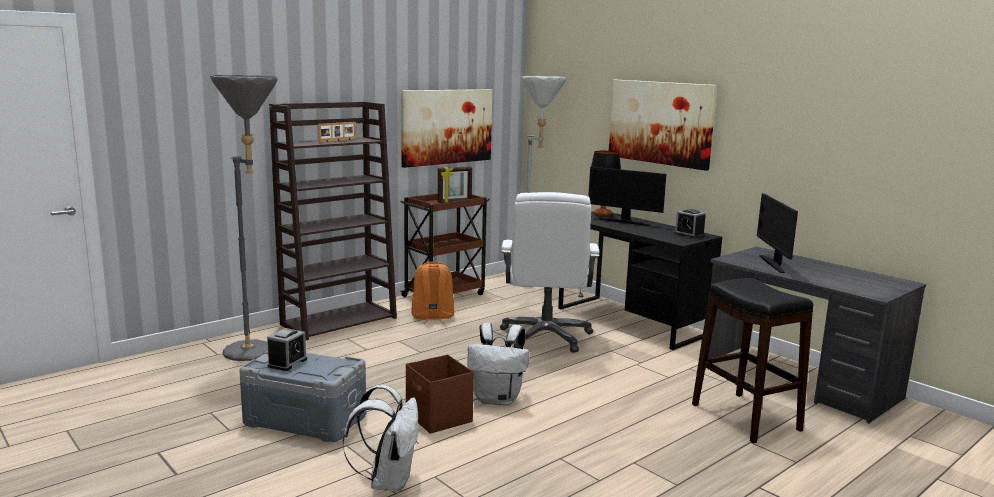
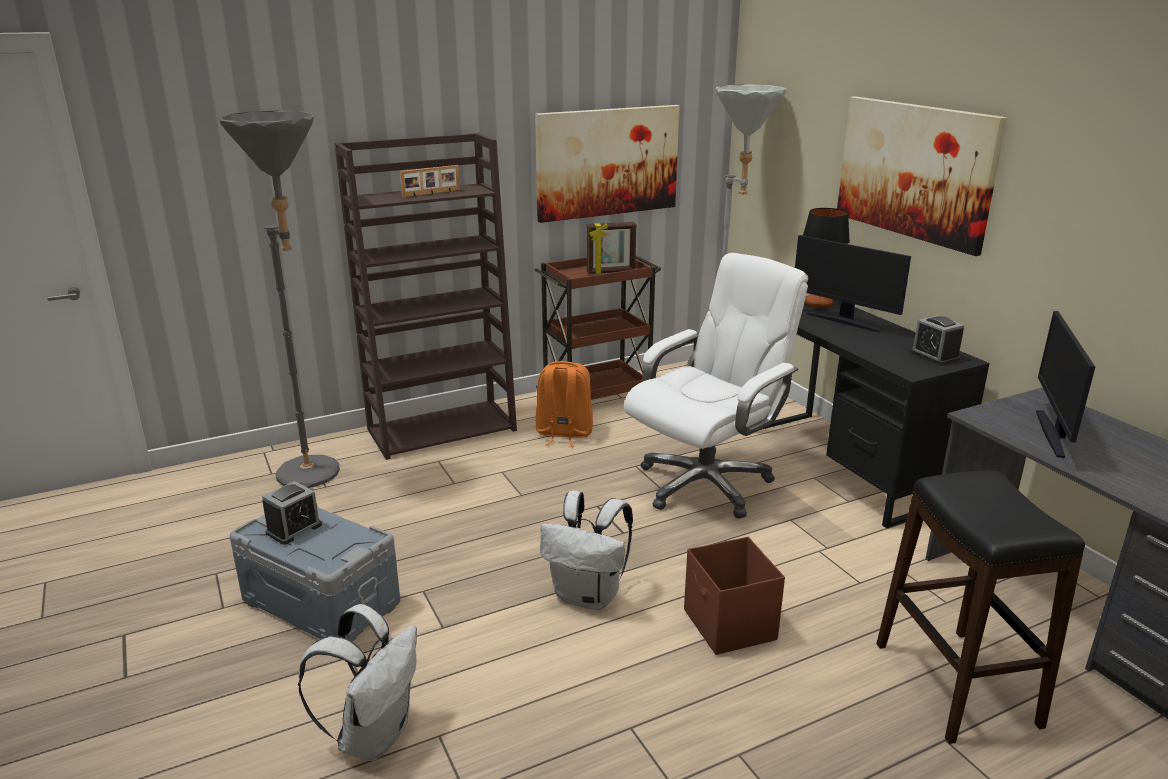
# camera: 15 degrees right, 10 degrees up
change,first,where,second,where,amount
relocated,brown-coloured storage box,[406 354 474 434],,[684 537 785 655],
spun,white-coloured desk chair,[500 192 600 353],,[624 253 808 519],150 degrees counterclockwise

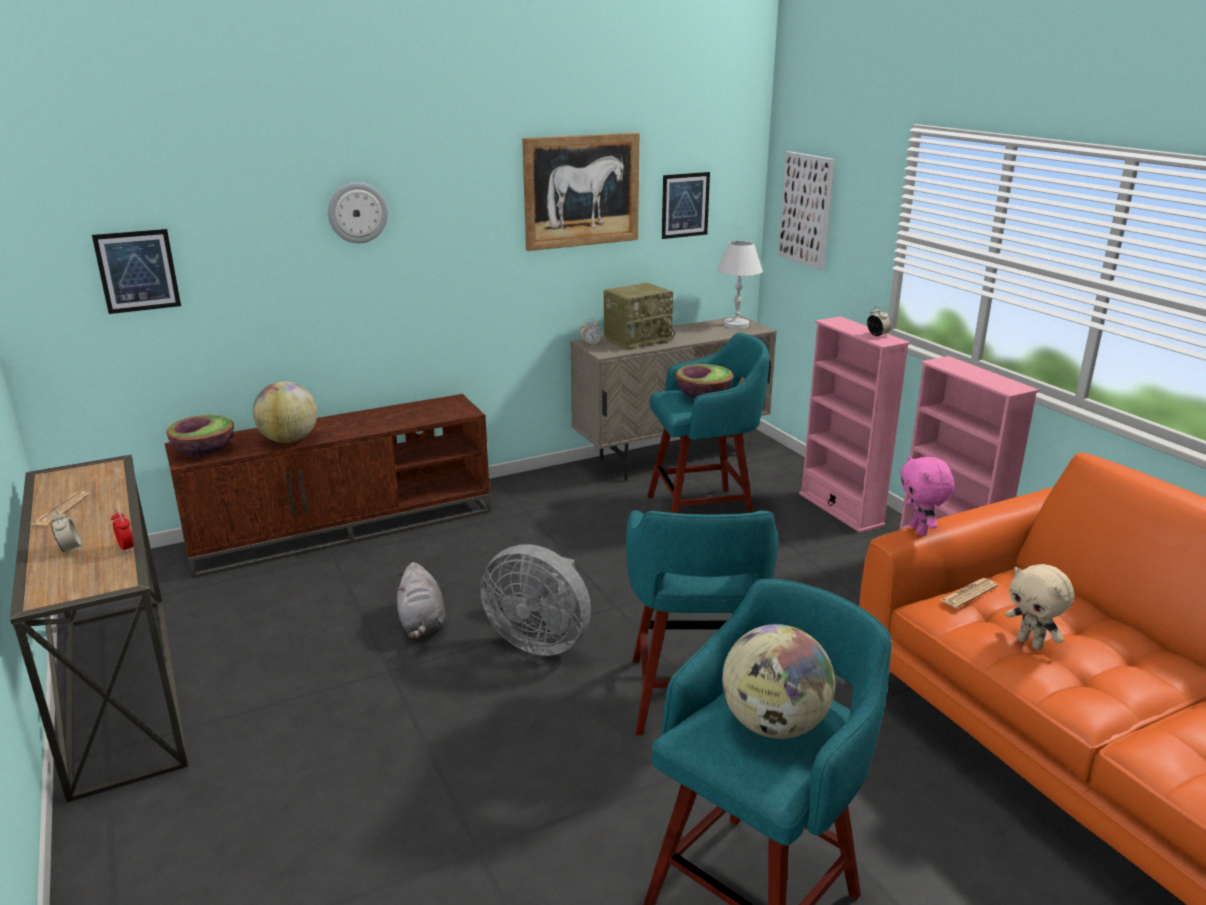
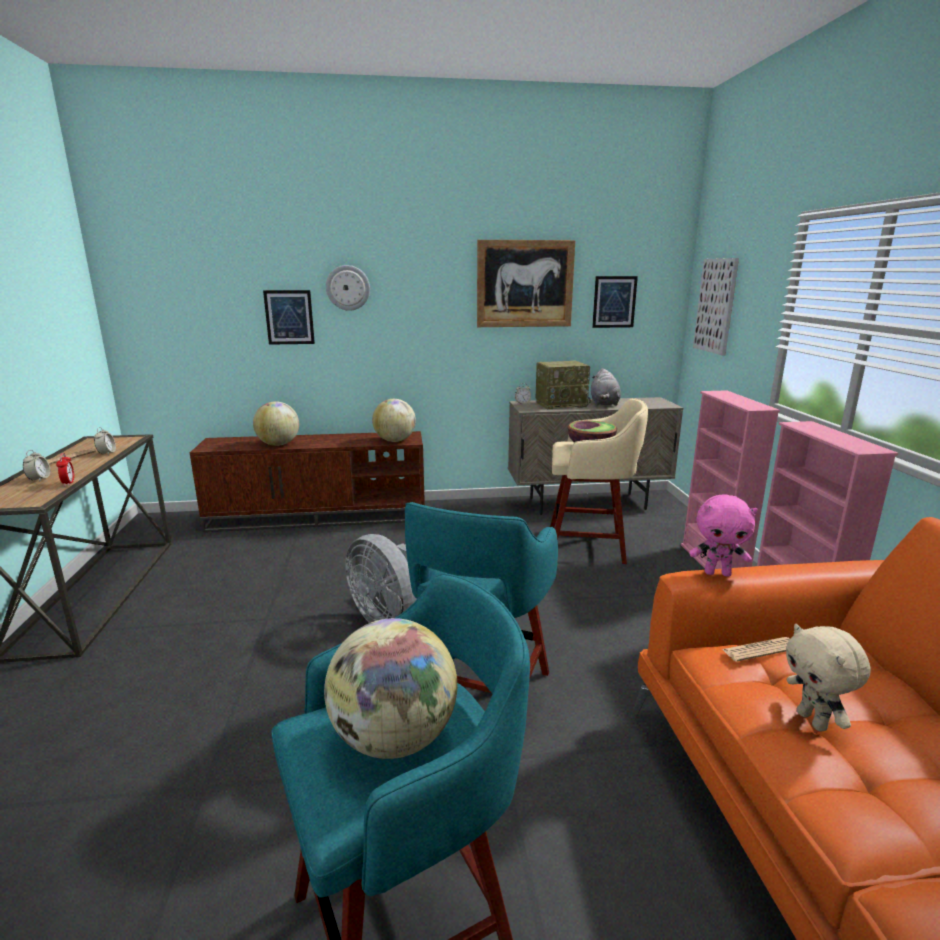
# camera: 20 degrees right, 5 degrees down
change,first,where,second,where,amount
missing,deep dish,[166 415 234 456],,,
missing,white-coloured table lamp,[717 241 763 329],,,
appeared,,,world globe,[372 399 416 442],
relocated,wall picture,[92 229 181 314],,[263 290 315 345],
relocated,grey plush toy,[396 562 446 640],,[591 368 621 406],
relocated,bedside clock,[867 306 892 336],,[94 427 116 455],
colour,blue-green stool seat,[647 333 769 513],sand-coloured stool seat,[550 398 648 564],
spun,pinkish plush toy,[900 455 955 535],,[689 495 758 577],90 degrees counterclockwise

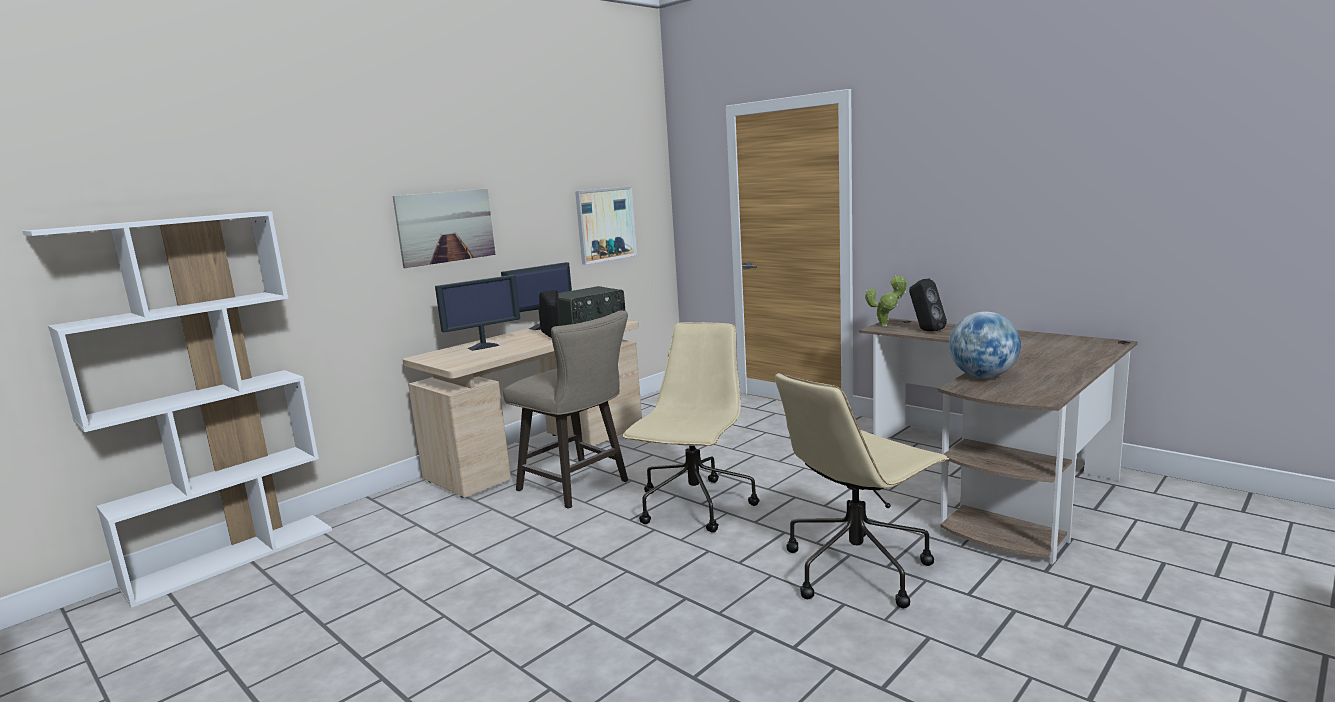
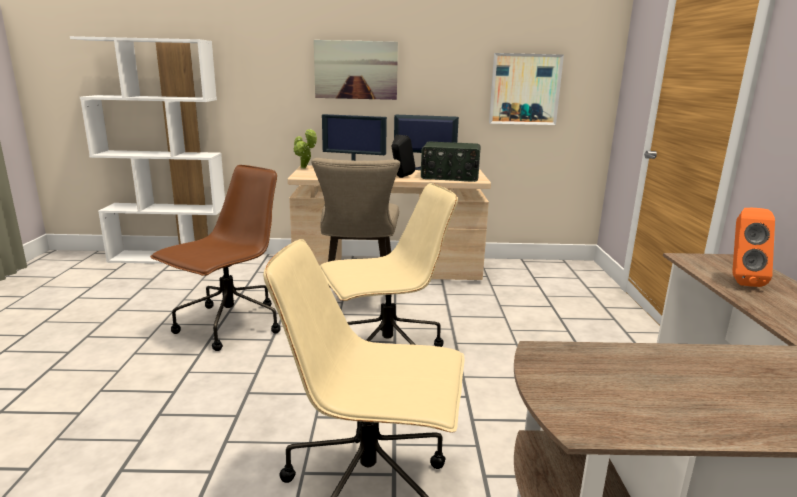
# camera: 45 degrees right, 5 degrees up
change,first,where,second,where,amount
missing,world globe,[949 312 1021 378],,,
appeared,,,brown-coloured desk chair,[150 165 280 351],
relocated,houseplant,[865 275 907 326],,[293 128 317 169],
colour,blackish speaker,[909 279 947 331],orangey speaker,[732 208 775 287],

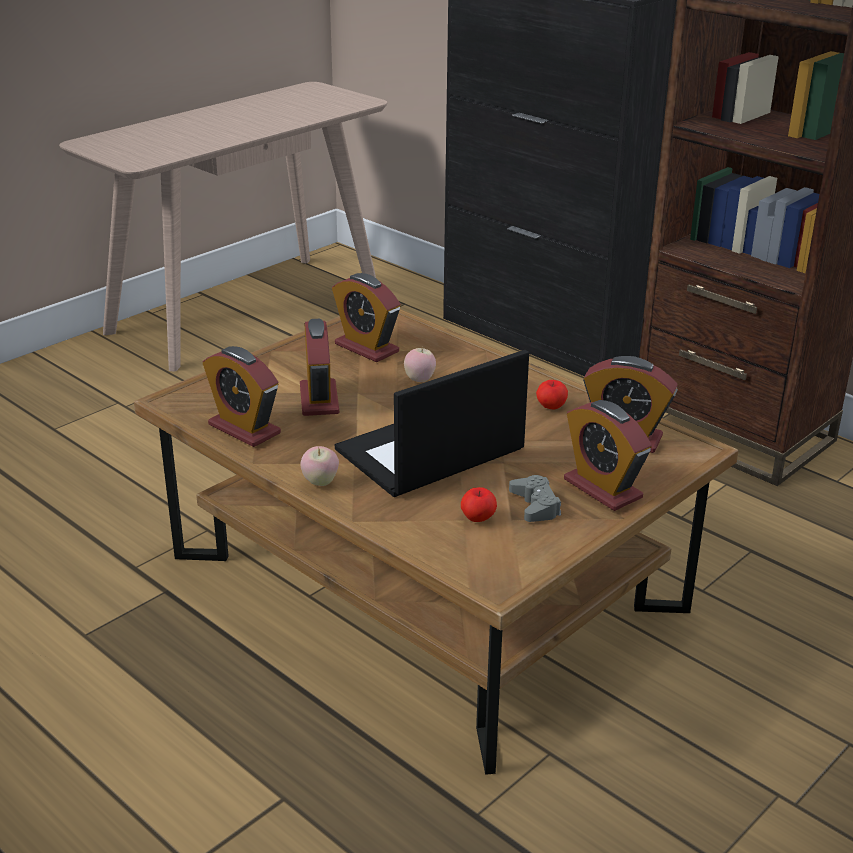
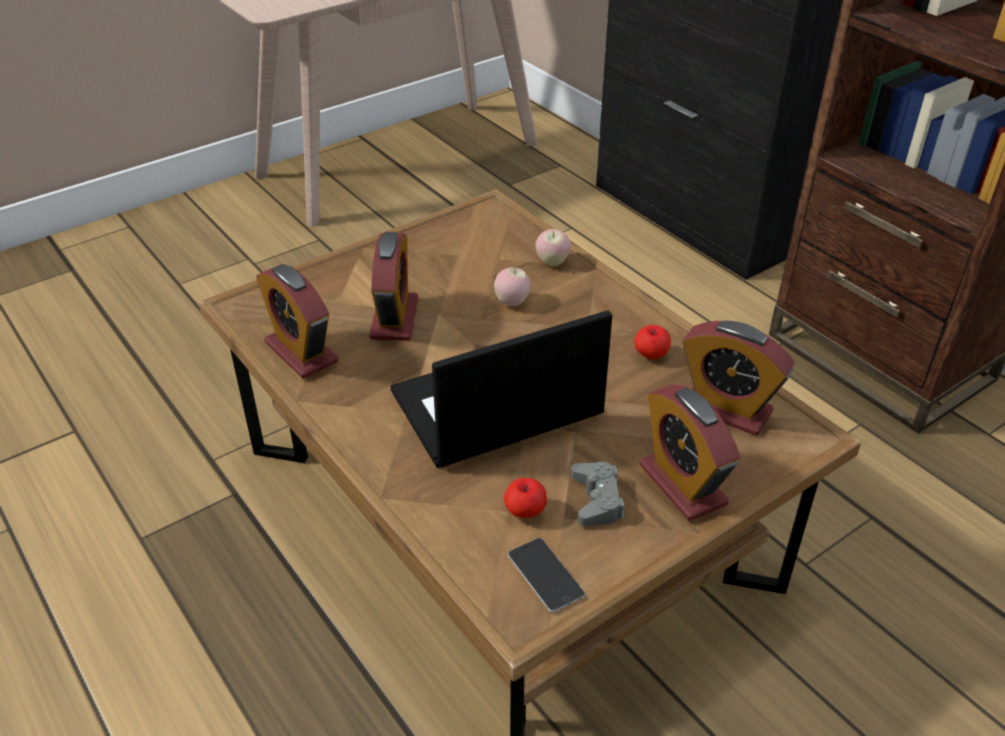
# camera: 10 degrees right, 10 degrees up
change,first,where,second,where,amount
missing,bedside clock,[332 273 401 362],,,
appeared,,,phone,[508 538 585 612],
relocated,whole apple,[301 446 339 486],,[536 229 571 266],

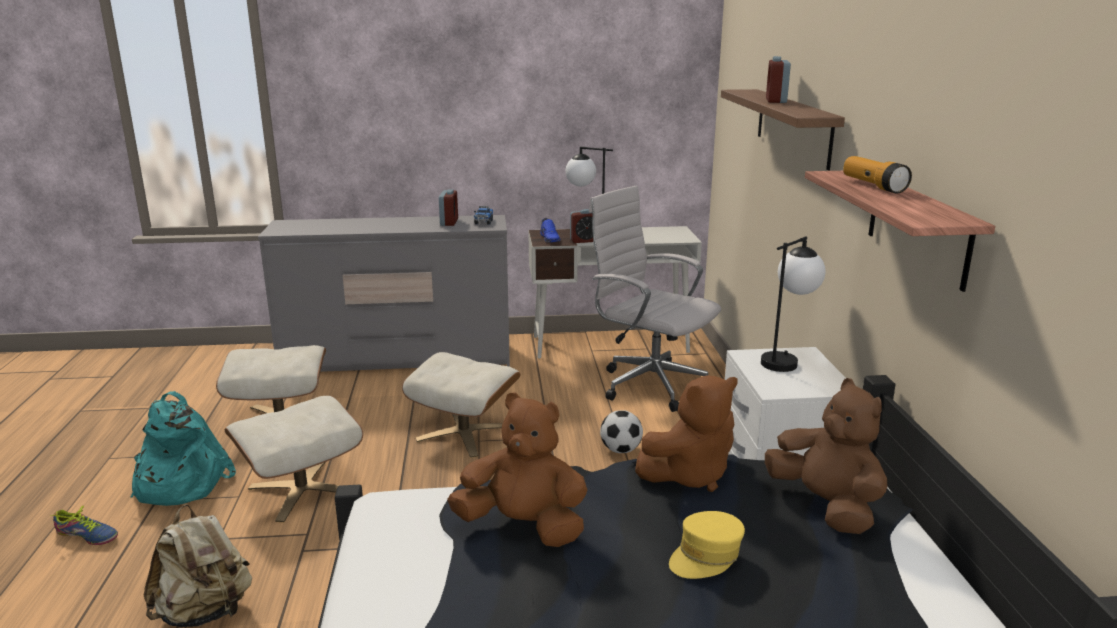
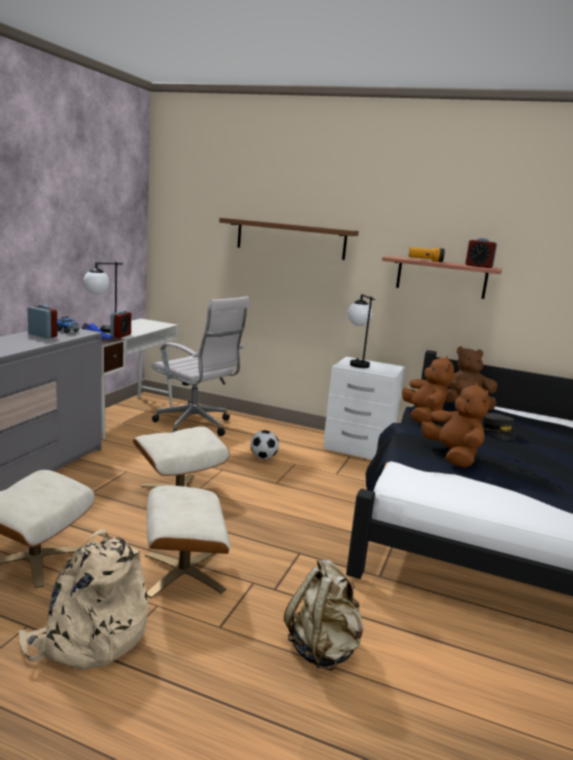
# camera: 65 degrees left, 5 degrees down
change,first,where,second,where,amount
missing,item of footwear,[51 506 118 545],,,
relocated,bedside clock,[766 56 791 103],,[465 238 497 268],
colour,blue-green backpack,[131 391 236 506],sand-coloured backpack,[18 529 148 670],
colour,yellow cap,[669 511 745 579],grey cap,[483 413 516 440],
spun,brown-coloured plush toy,[447 392 588 547],,[422 382 489 468],120 degrees clockwise
spun,white-coloured desk chair,[589 186 721 412],,[151 296 249 436],120 degrees counterclockwise

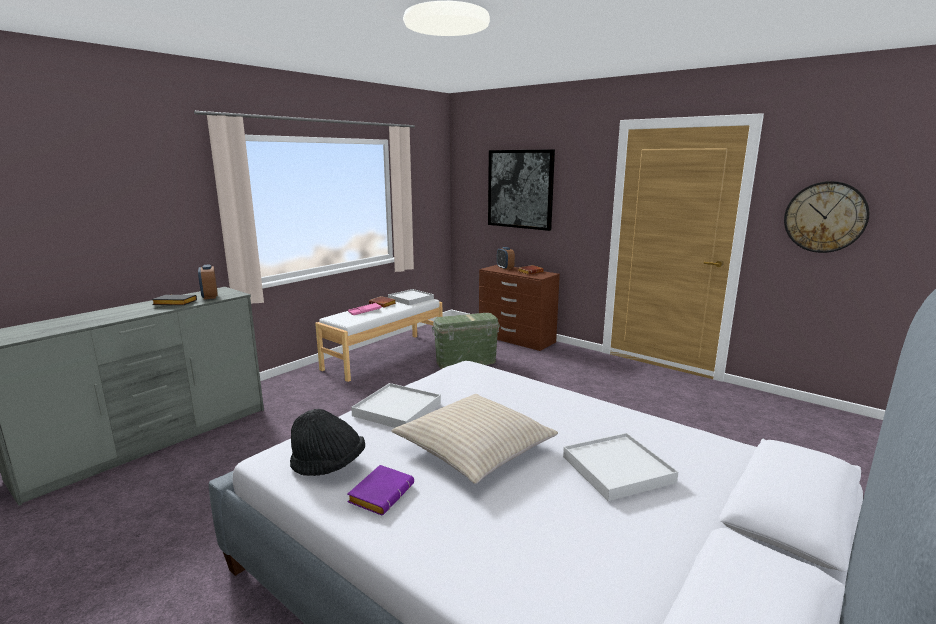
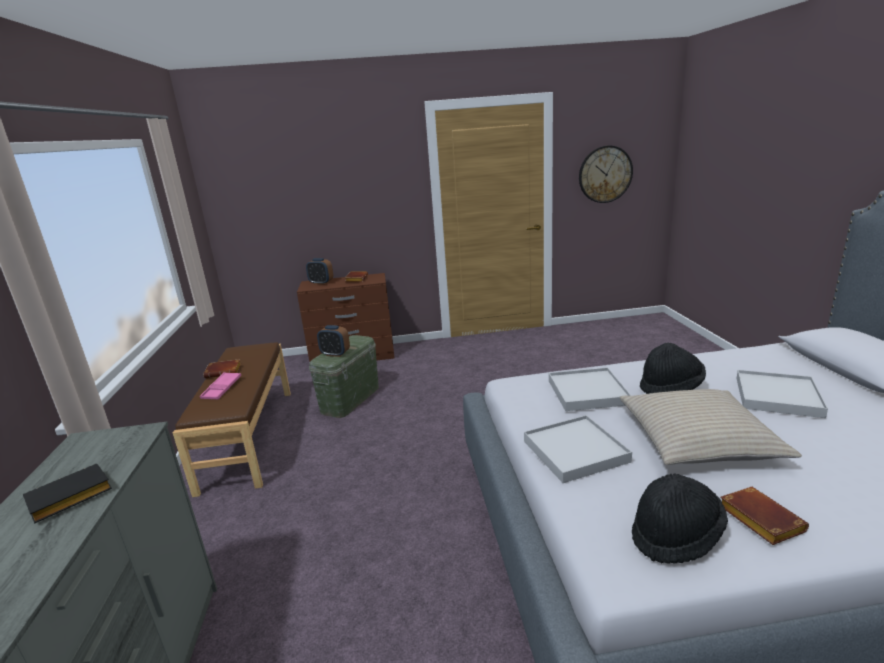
# camera: 45 degrees left, 5 degrees up
change,first,where,second,where,amount
missing,wall picture,[488 149 555 231],,,
appeared,,,blackish wearable hat,[640 342 706 394],
relocated,bedside clock,[198 264 217 299],,[317 325 350 357],
relocated,white-coloured carrying tray,[388 289 434 305],,[549 368 631 411],
colour,white-coloured indoor bench,[315 299 443 382],brown-coloured indoor bench,[173 342 291 497],
colour,purple-coloured book,[347 465 414 516],brown-coloured book,[720 487 809 545],

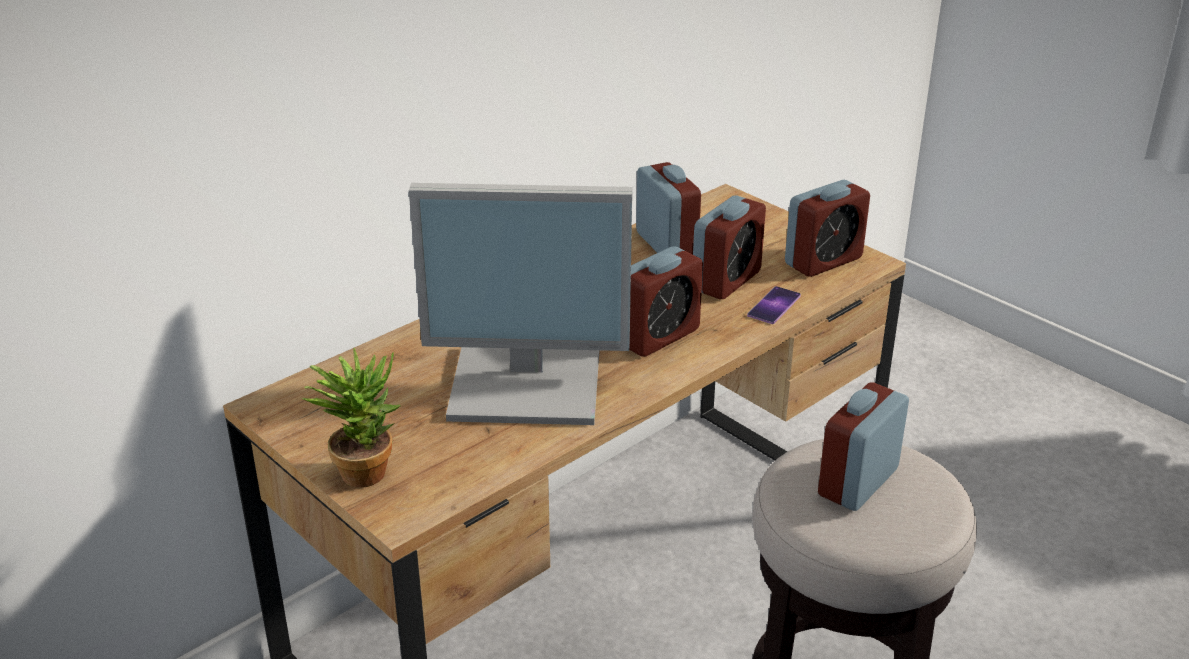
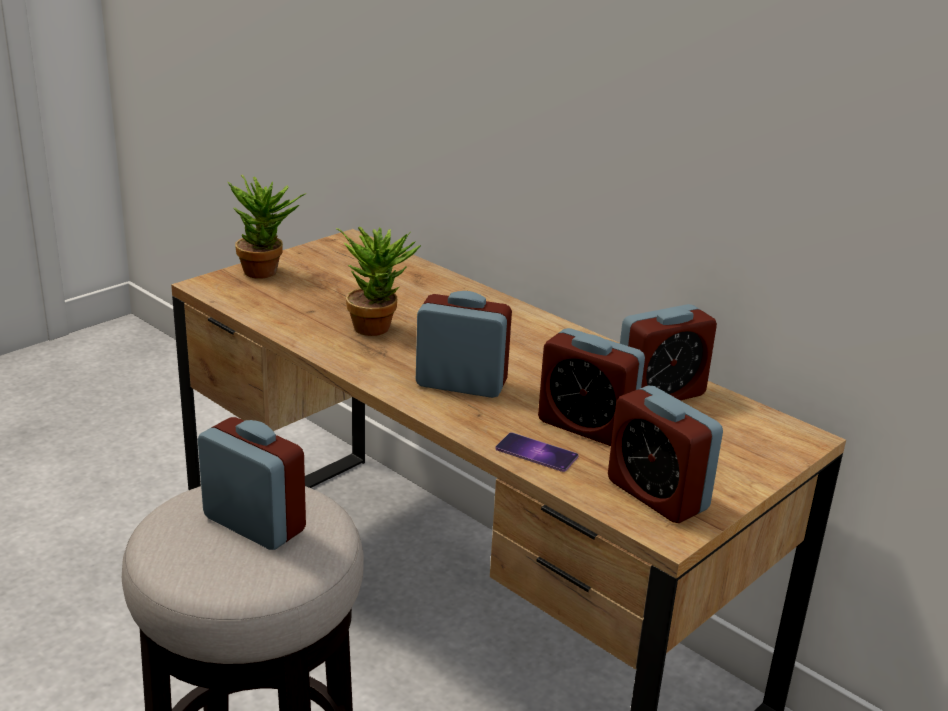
# camera: 85 degrees right, 5 degrees down
change,first,where,second,where,amount
exchanged,monitor,[409 183 632 425],houseplant,[336 227 421 336],
spun,bedside clock,[629 246 703 357],,[416 291 512 398],150 degrees clockwise

